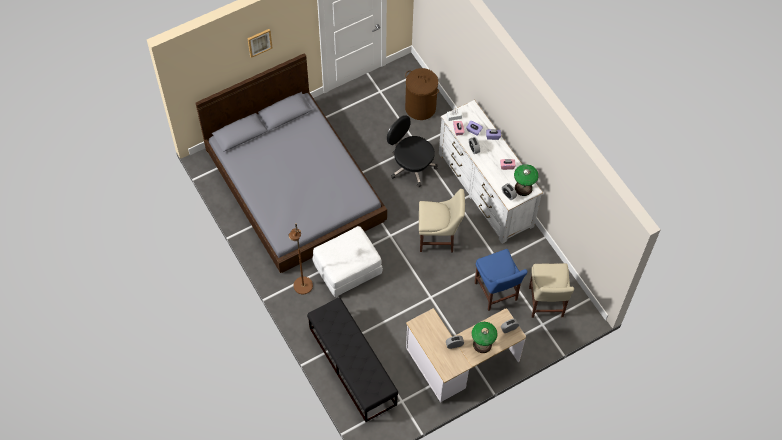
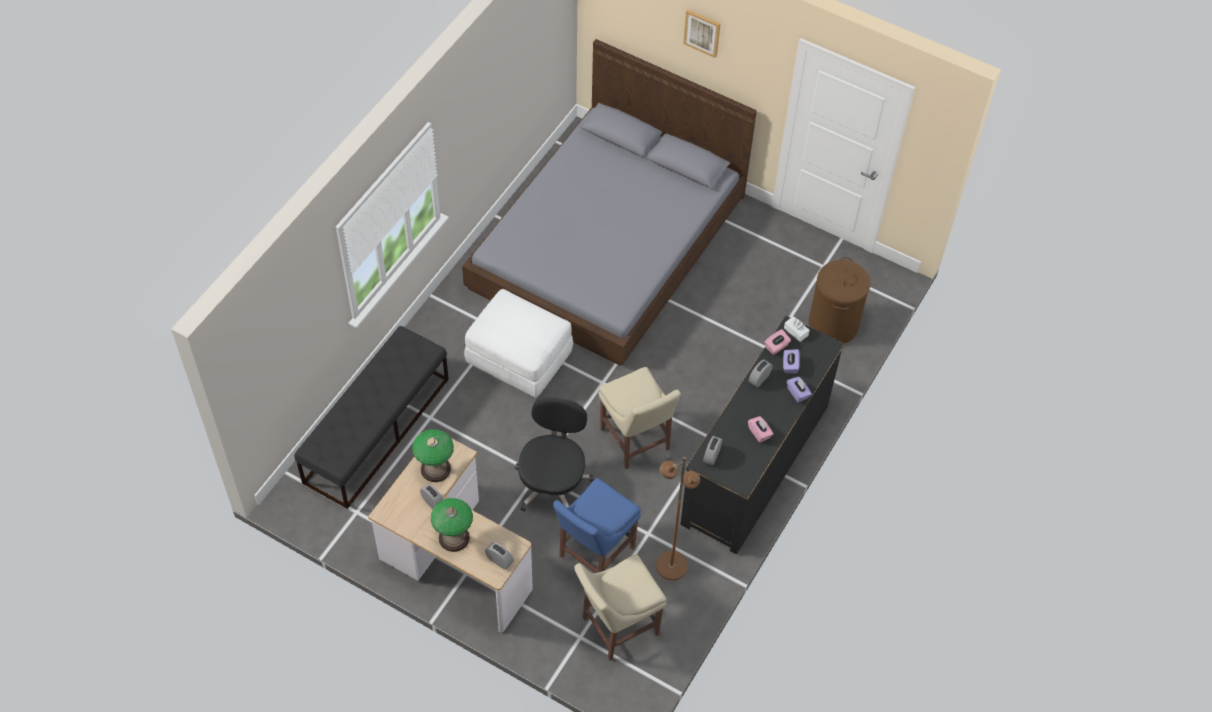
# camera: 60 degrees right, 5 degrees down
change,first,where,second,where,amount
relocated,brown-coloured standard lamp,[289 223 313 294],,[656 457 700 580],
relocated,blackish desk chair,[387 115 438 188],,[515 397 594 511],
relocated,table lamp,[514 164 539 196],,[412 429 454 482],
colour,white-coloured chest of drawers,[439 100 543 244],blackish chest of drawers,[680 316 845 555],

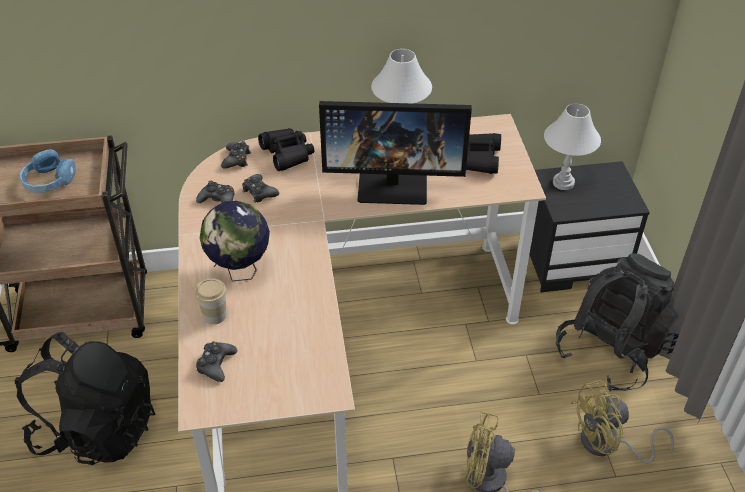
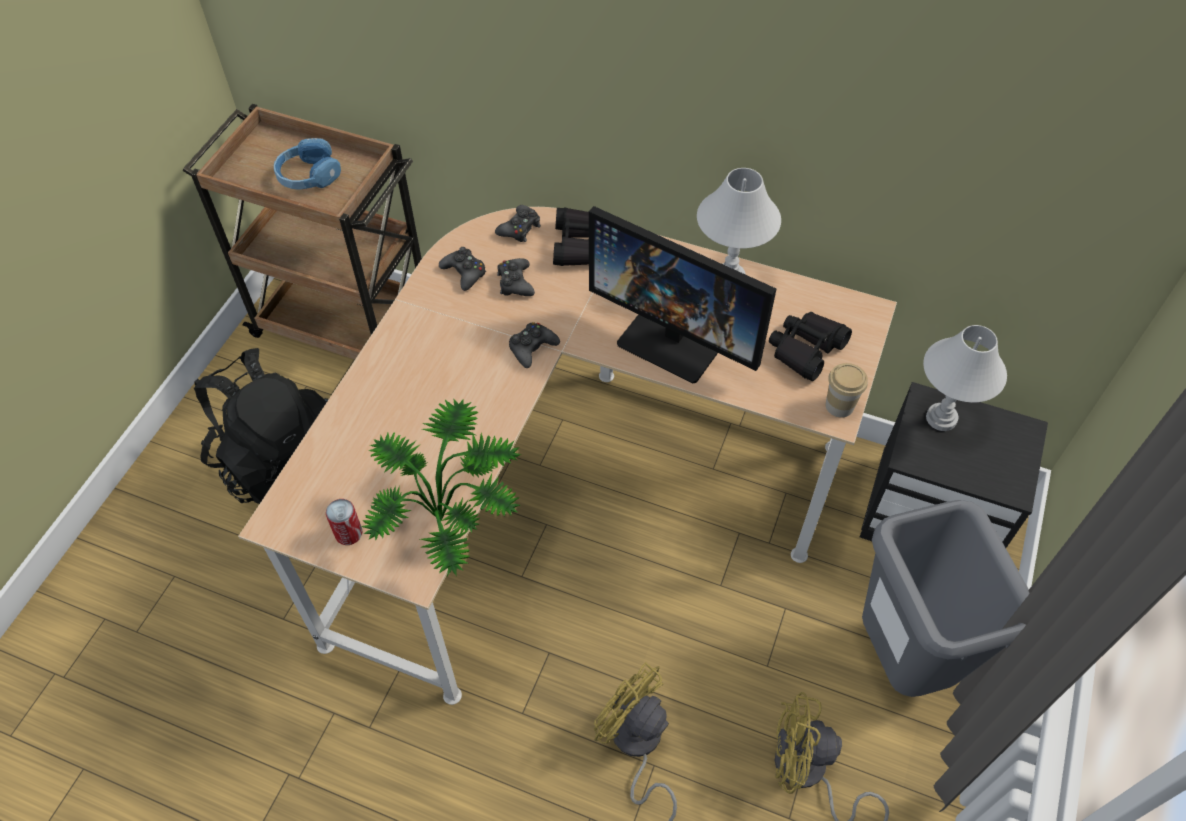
# camera: 30 degrees right, 10 degrees up
change,first,where,second,where,amount
missing,world globe,[199 201 270 281],,,
appeared,,,sealed can,[326 499 362 545],
appeared,,,houseplant,[361 398 521 576],
relocated,cup,[195 279 227 324],,[826 363 868 418],
relocated,blackish gamepad,[196 341 237 382],,[509 322 560 368],
exchanged,blackish backpack,[556 253 680 391],grey waste bin,[862 500 1030 697],

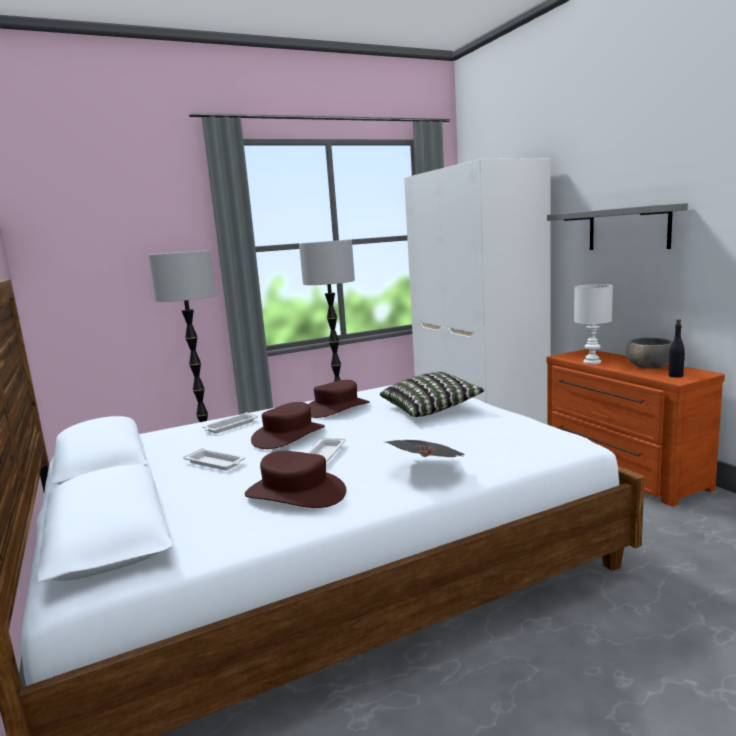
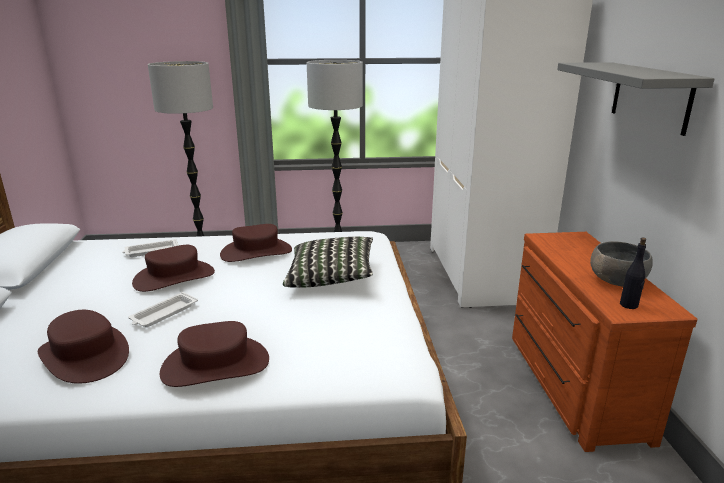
# camera: 20 degrees right, 10 degrees up
change,first,where,second,where,amount
missing,white-coloured carrying tray,[183 448 245 470],,,
missing,white-coloured table lamp,[574 284 613 364],,,
exchanged,newspaper,[386 440 465 457],brown-coloured wearable hat,[160 321 269 387],

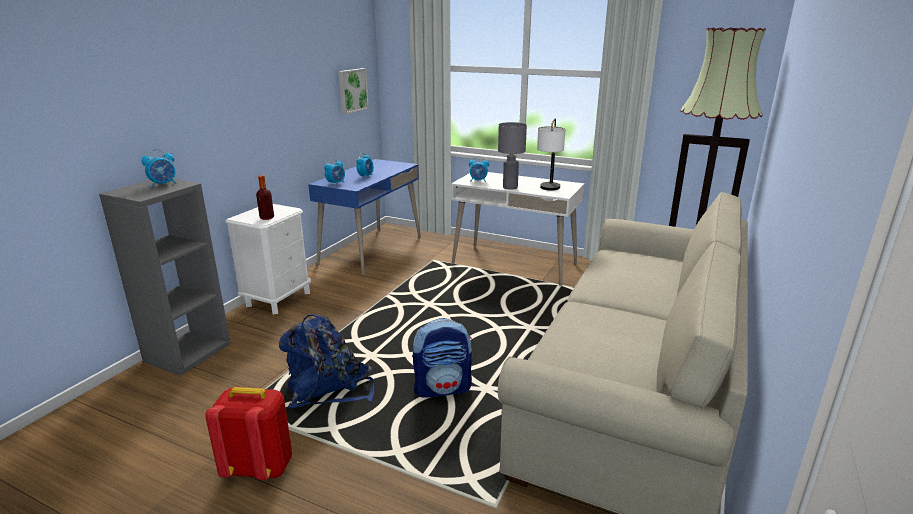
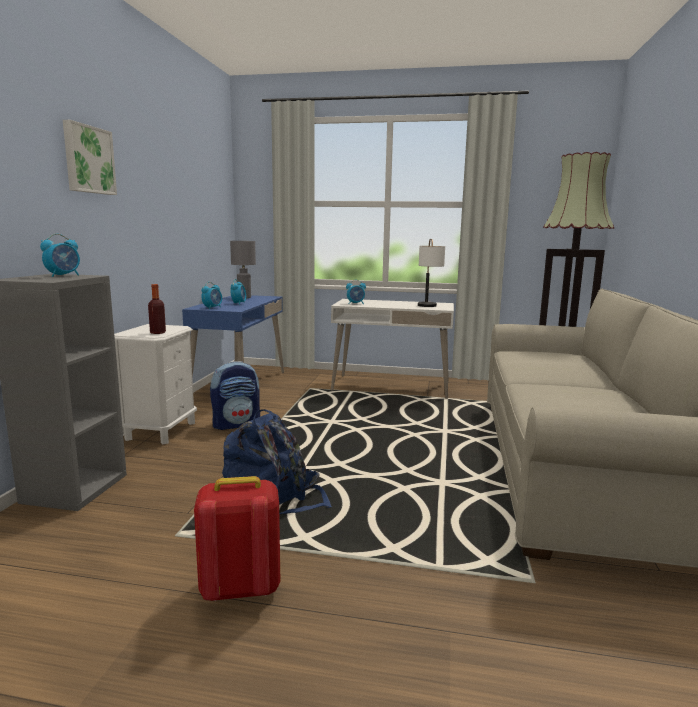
# camera: 15 degrees left, 10 degrees down
change,first,where,second,where,amount
relocated,wall picture,[338 68 369 114],,[63 120 117 195],
relocated,backpack,[413 318 472 398],,[210 361 260 430],
relocated,grey table lamp,[498 122 527 190],,[230 241 256 298],

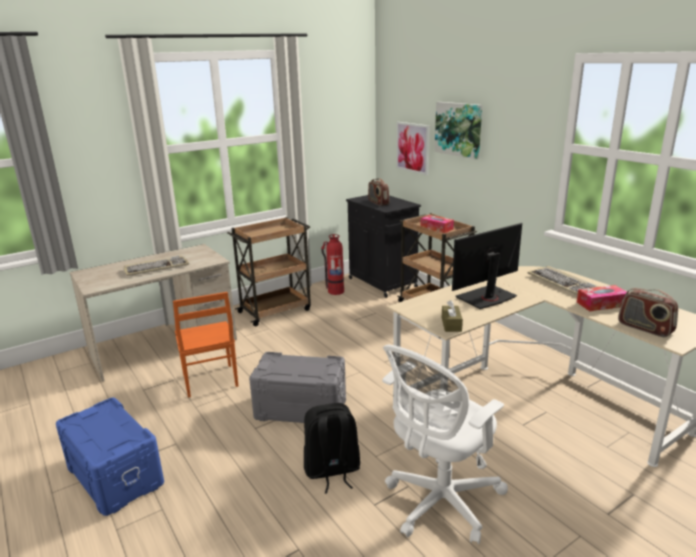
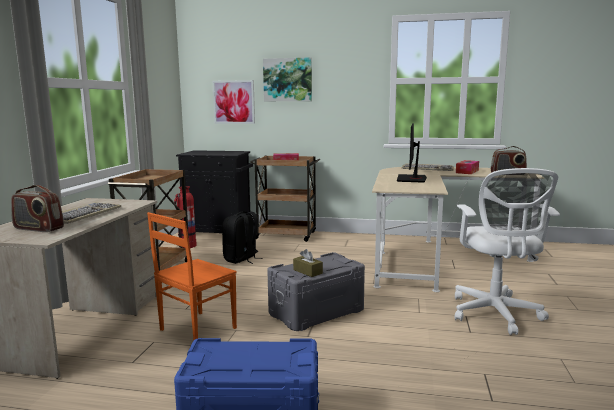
# camera: 45 degrees left, 10 degrees down
change,first,where,second,where,amount
relocated,blackish backpack,[304 403 360 494],,[222 211 263 264],
relocated,radio,[368 178 389 206],,[11 185 64 232],
relocated,brown-coloured tissue holder,[442 300 463 332],,[293 249 323 277],
spun,orangey upright chair,[173 292 238 398],,[147 212 237 341],105 degrees clockwise

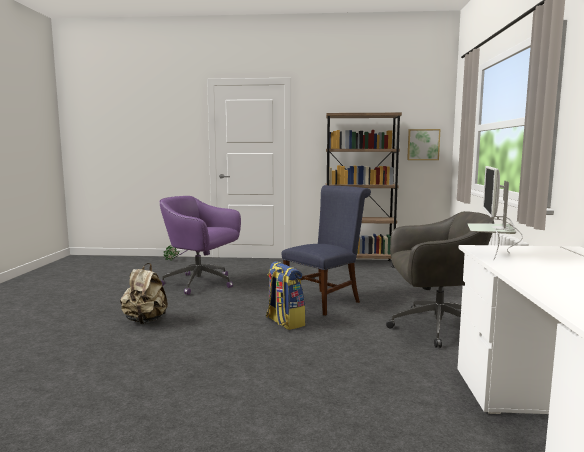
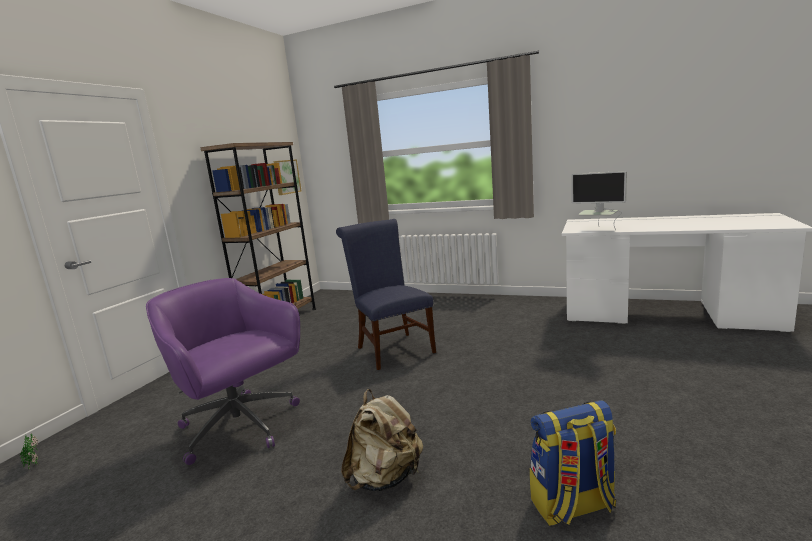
# camera: 70 degrees left, 5 degrees up
change,first,where,second,where,amount
missing,grey desk chair,[386 211 494 348],,,
relocated,backpack,[266 261 305 330],,[530 400 616 526],
spun,purple-coloured desk chair,[160 196 241 295],,[146 278 300 465],90 degrees clockwise

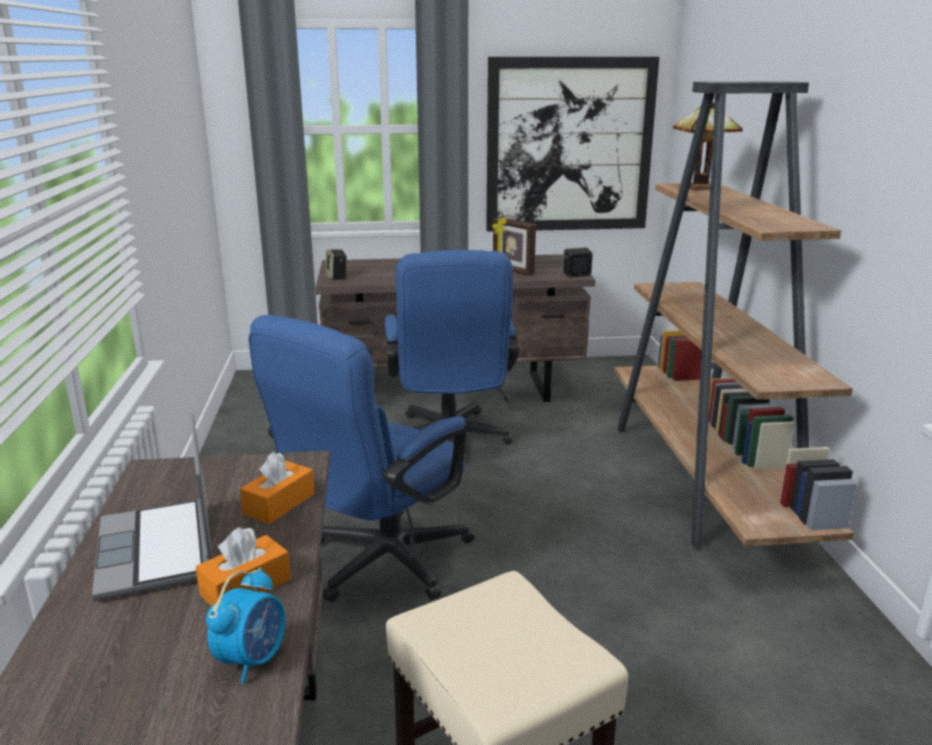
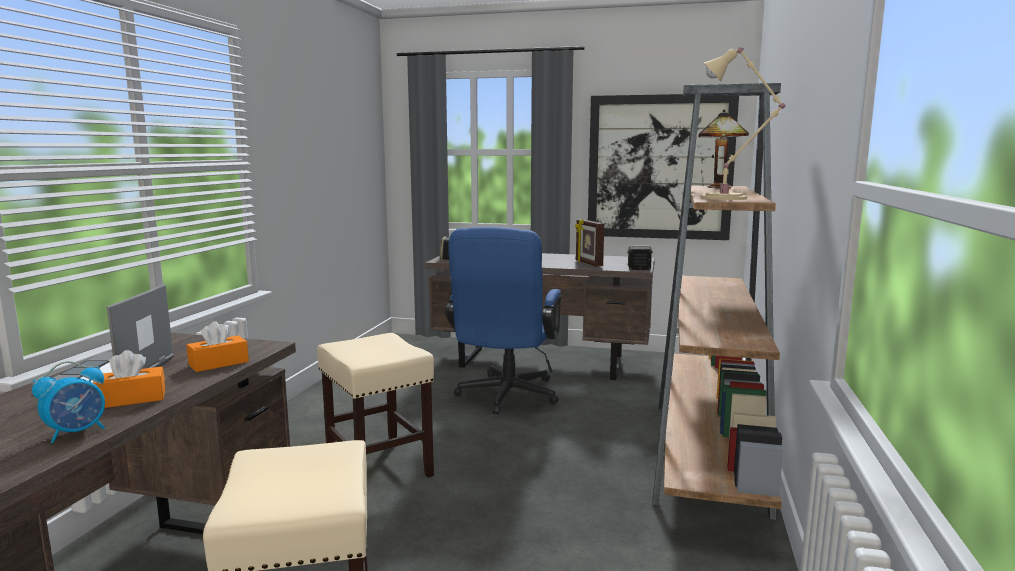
# camera: 20 degrees right, 10 degrees down
change,first,where,second,where,amount
appeared,,,sand-coloured table lamp,[701 47 785 200],
exchanged,bluish desk chair,[249 315 474 602],sand-coloured stool seat,[317 333 434 478],

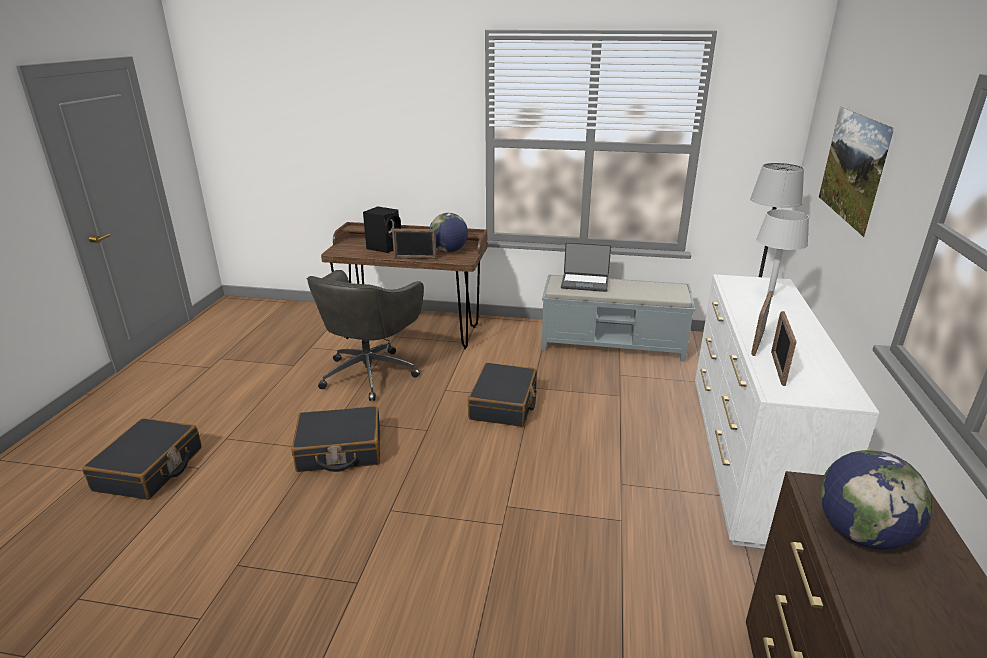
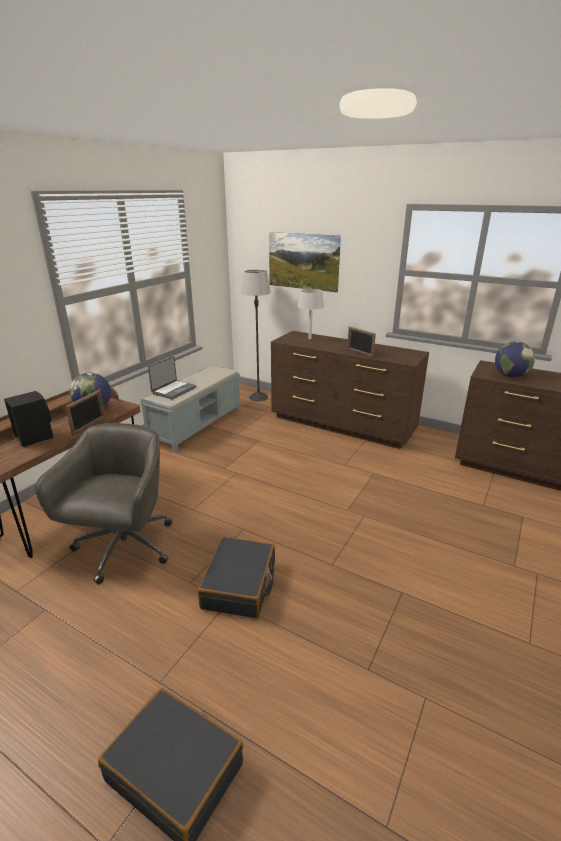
# camera: 70 degrees left, 0 degrees up
change,first,where,second,where,amount
missing,blackish suitcase,[468 363 537 427],,,
missing,picture frame,[771 311 797 386],,,
colour,white-coloured chest of drawers,[695 274 880 549],brown-coloured chest of drawers,[271 331 429 449],
spun,grey desk chair,[307 270 424 401],,[35 423 172 585],120 degrees counterclockwise

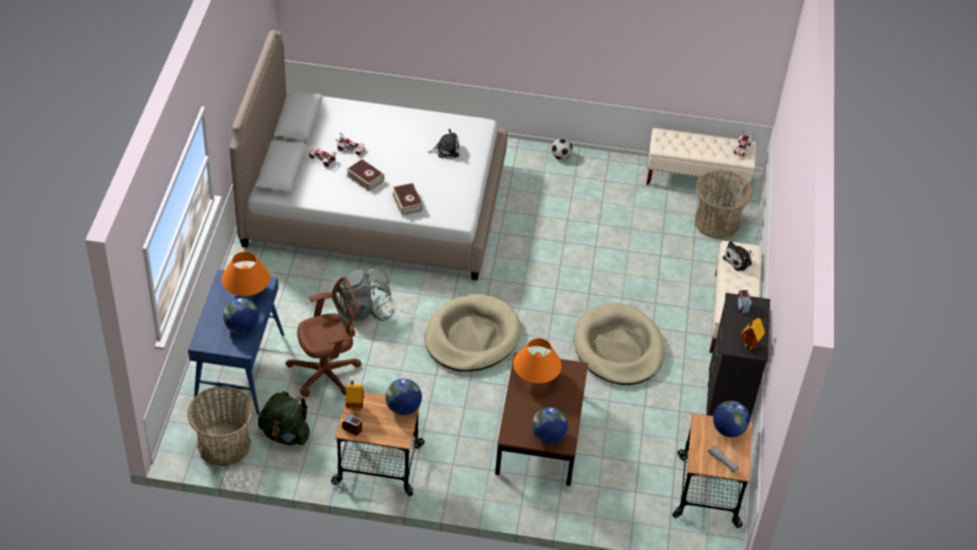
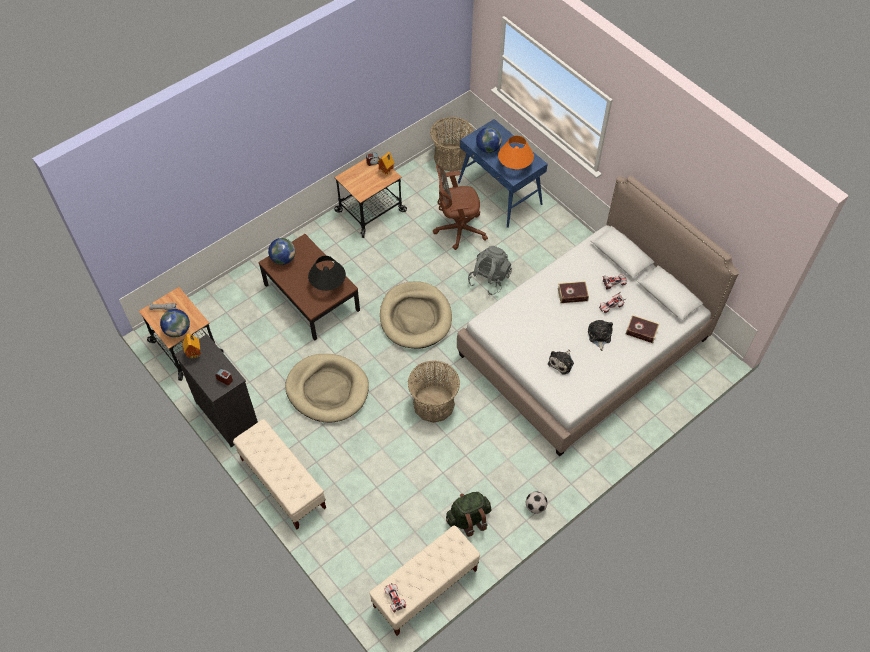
# camera: 135 degrees right, 10 degrees up
change,first,where,second,where,amount
missing,world globe,[385 379 422 415],,,
relocated,green-coloured backpack,[258 391 310 445],,[446 492 491 537],
relocated,book,[392 182 423 216],,[626 315 659 343],
relocated,household basket,[695 170 753 239],,[408 360 460 423],
relocated,plush toy,[723 241 752 271],,[588 320 613 351],
colour,orangey table lamp,[513 338 562 383],blackish table lamp,[308 256 346 291],
spun,brown-coloured desk chair,[285 277 361 397],,[433 165 488 250],60 degrees clockwise

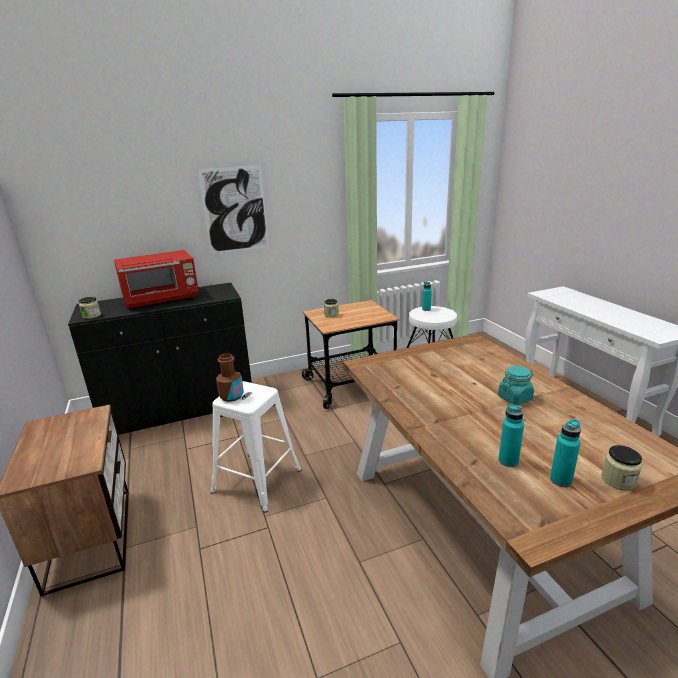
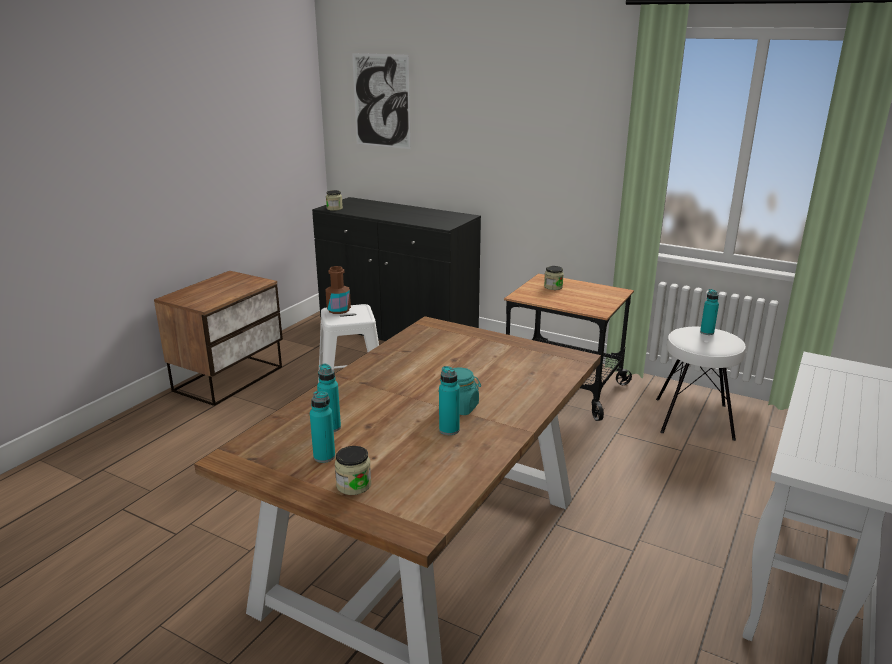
# camera: 50 degrees right, 0 degrees up
change,first,where,second,where,amount
missing,red-coloured microwave oven,[114 250 199 309],,,
appeared,,,blue-green bottle,[439 366 460 435],
relocated,wall picture,[198 165 269 254],,[352 53 411 149],

